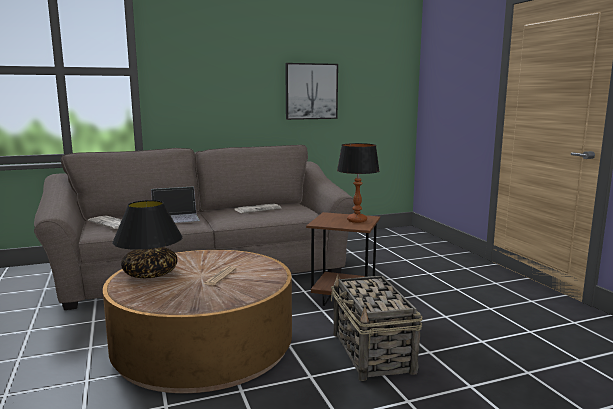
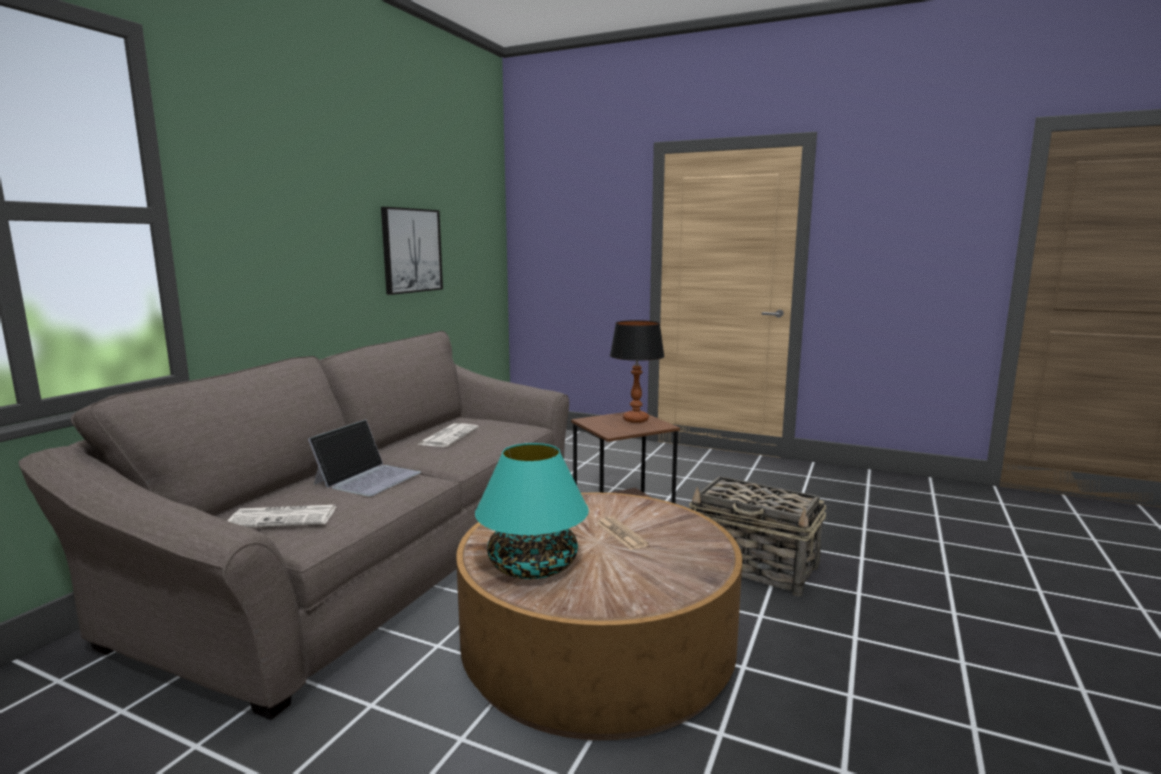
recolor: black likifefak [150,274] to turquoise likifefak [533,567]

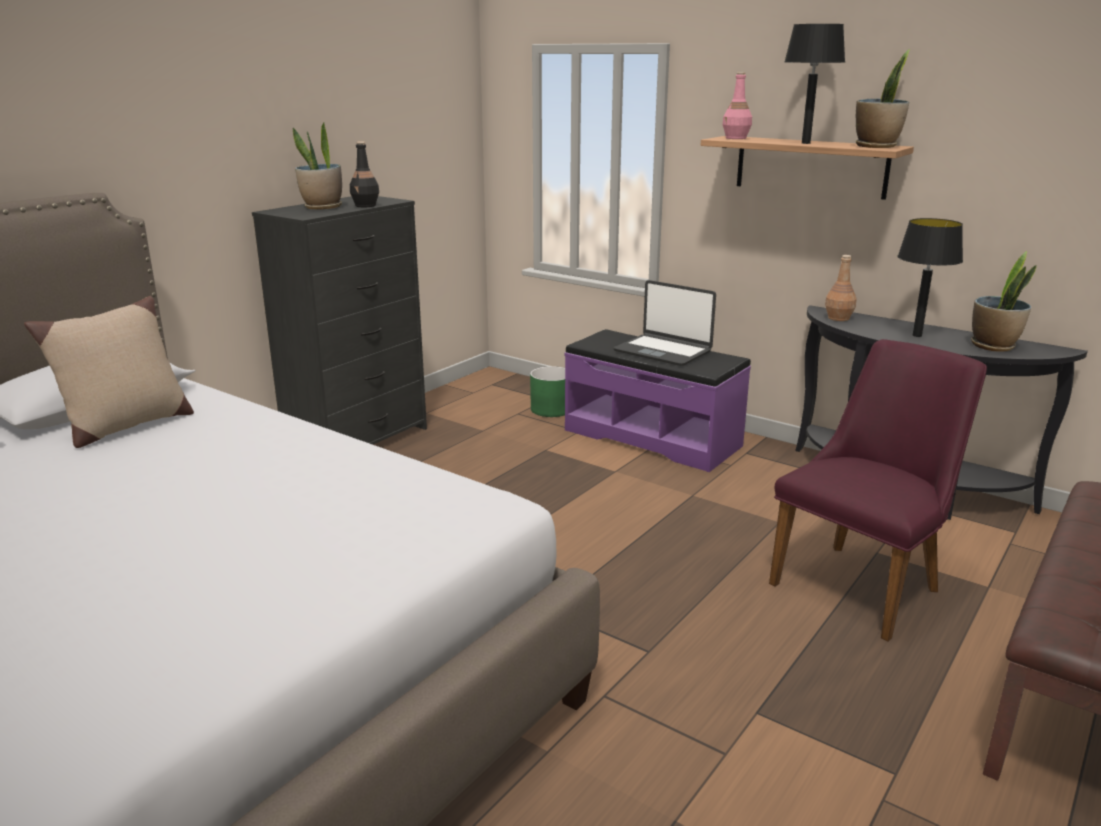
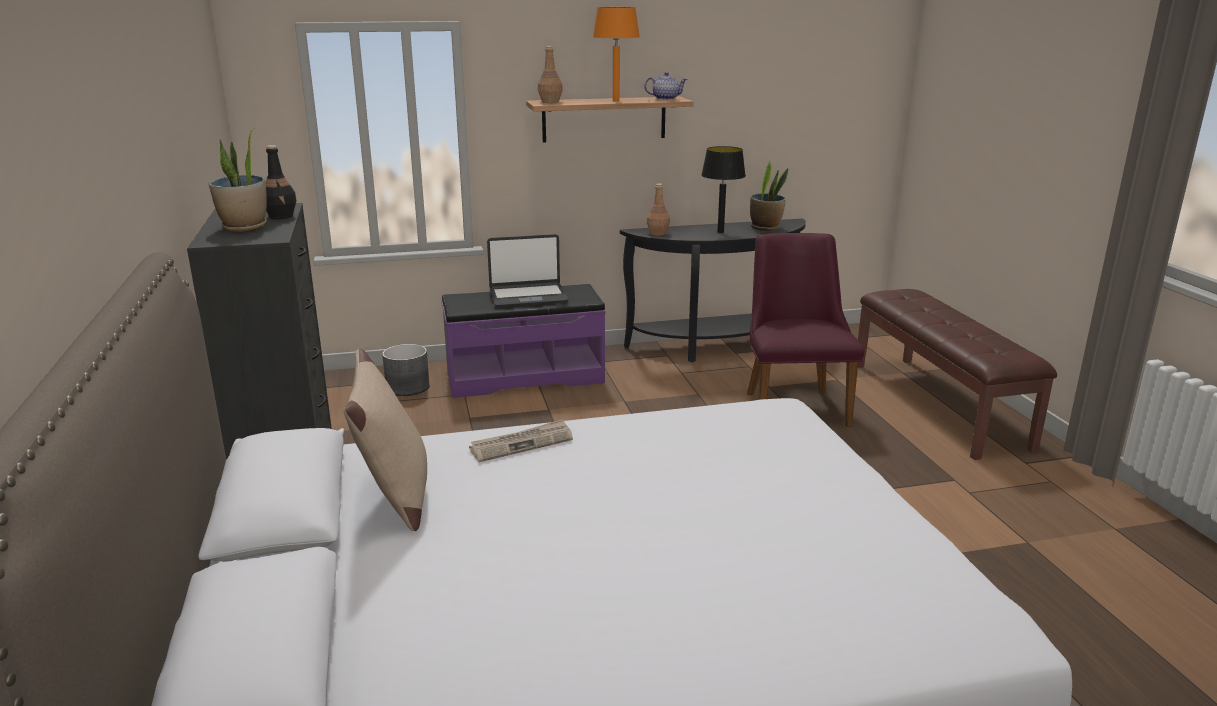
insert: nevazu [522,444]
replace: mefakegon [877,146] to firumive [665,98]
recolor: black likifefak [805,143] to orange likifefak [615,101]; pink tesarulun [736,138] to brown tesarulun [550,102]; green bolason [552,409] to grey bolason [408,387]

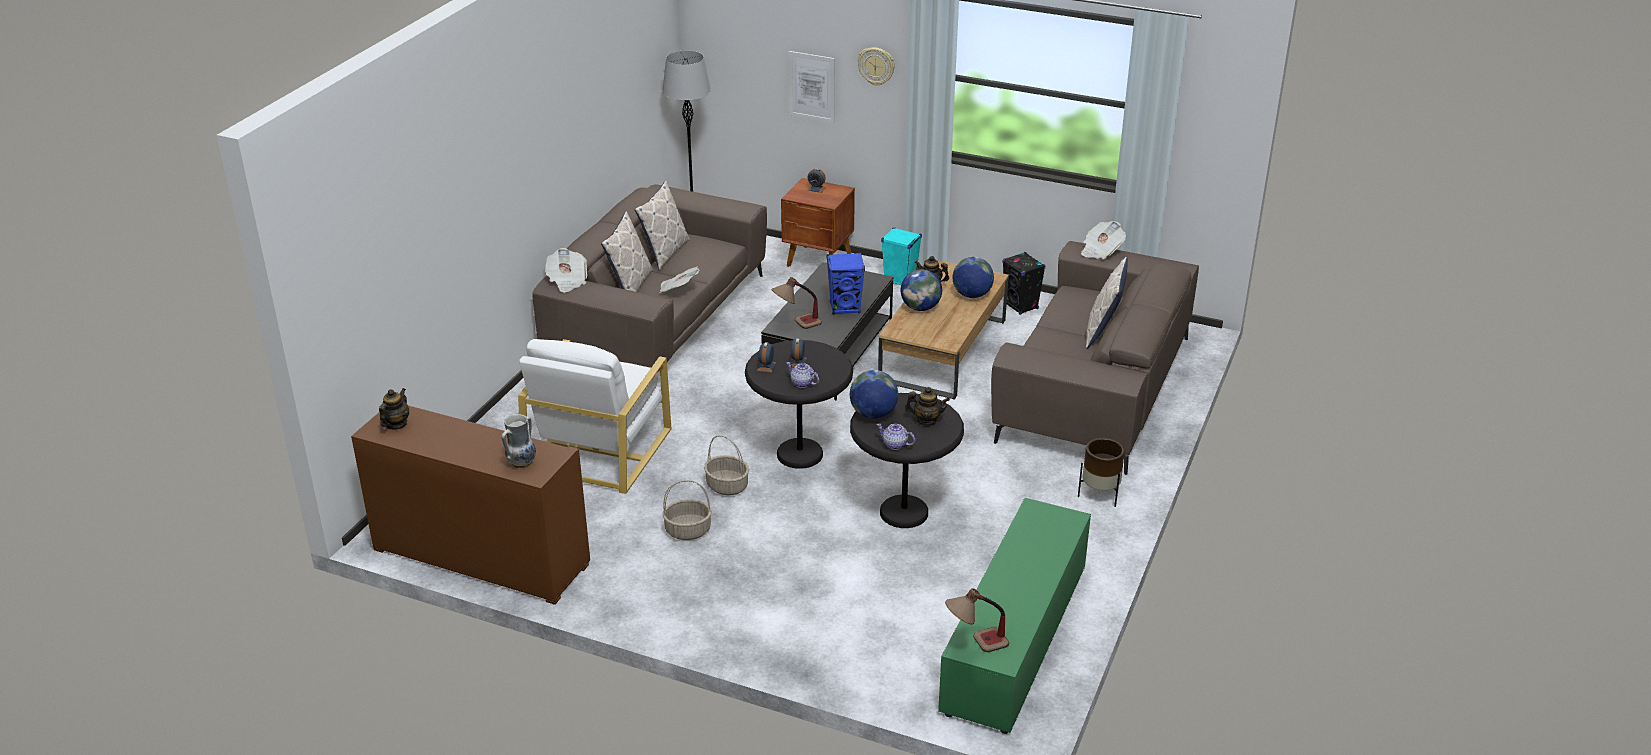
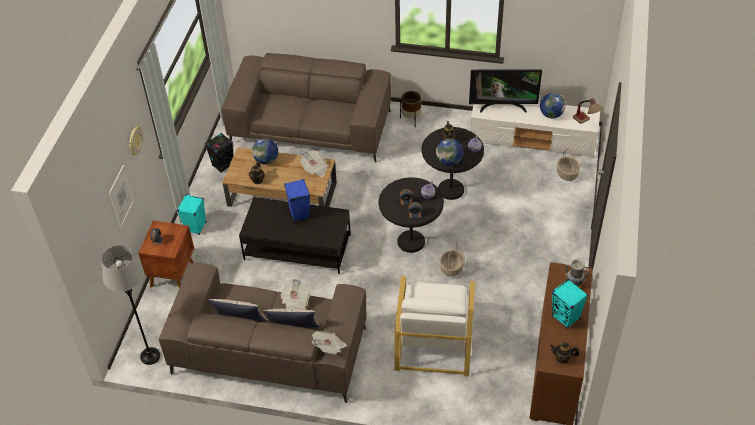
delete: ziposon [1103,332]; likifefak [796,325]
insert: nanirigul [502,106]; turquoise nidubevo [566,317]
move: nevazu [1101,251] to [315,169]; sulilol [920,308] to [551,115]; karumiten [687,531] to [567,174]
recolor: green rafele [1015,640] to white rafele [533,139]
rotate: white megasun [598,449] = [434,340] 90 degrees clockwise

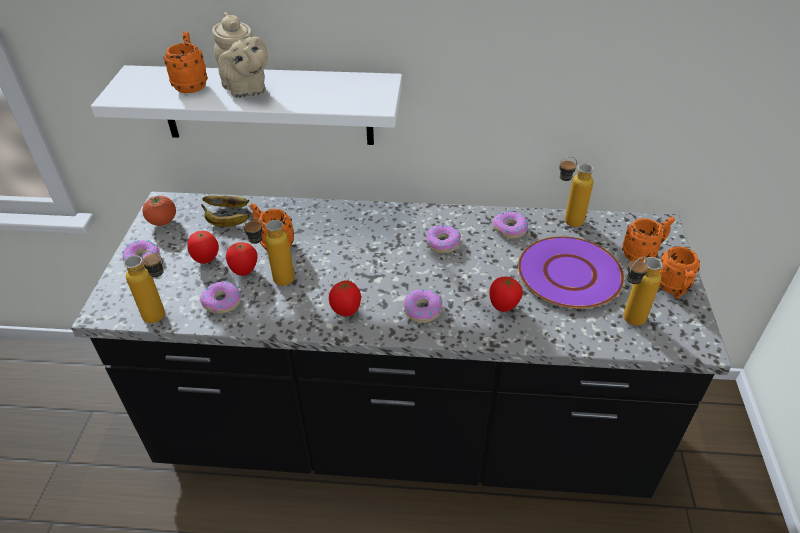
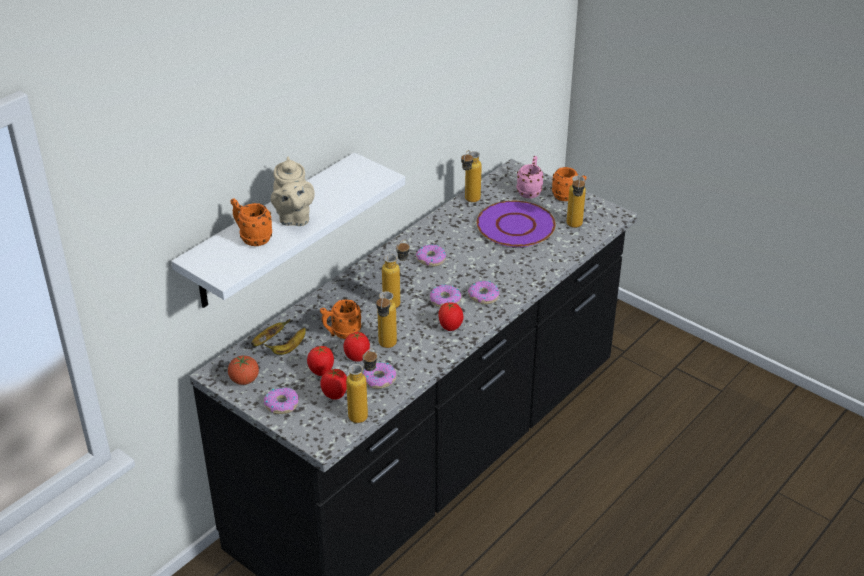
insert: tesarulun [397,301]
move: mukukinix [510,229] to [445,300]; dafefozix [503,307] to [335,395]
recolor: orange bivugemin [643,254] to pink bivugemin [530,191]
rotate: beige firumive [246,90] = [293,218] 75 degrees clockwise

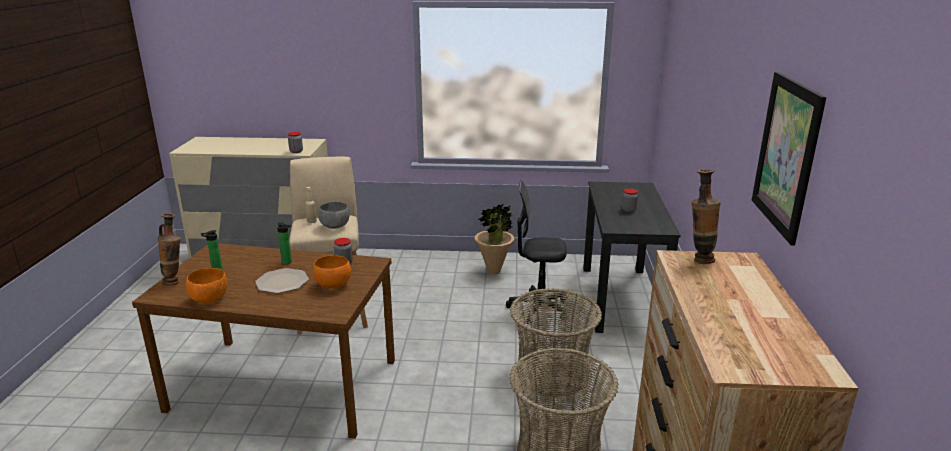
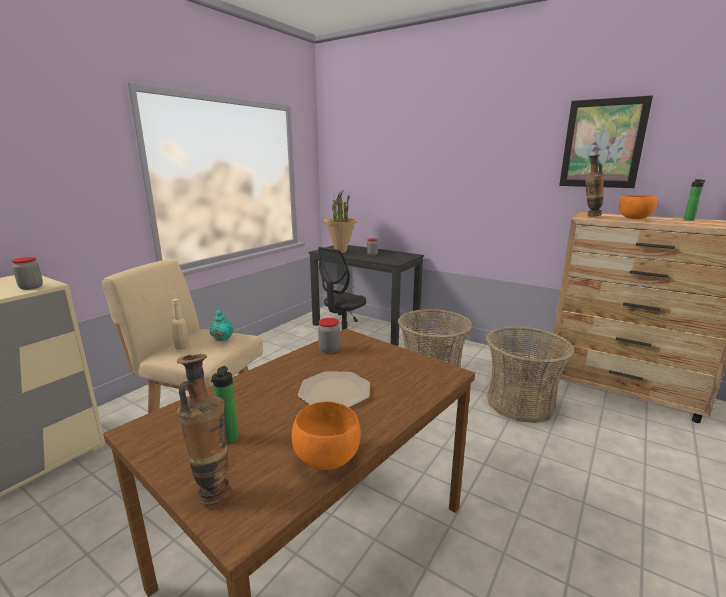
move: mefakegon [494,271] to [340,251]; tesarulun [288,262] to [689,219]; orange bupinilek [332,285] to [634,218]
replace: grey bupinilek [335,226] to turquoise firumive [222,338]

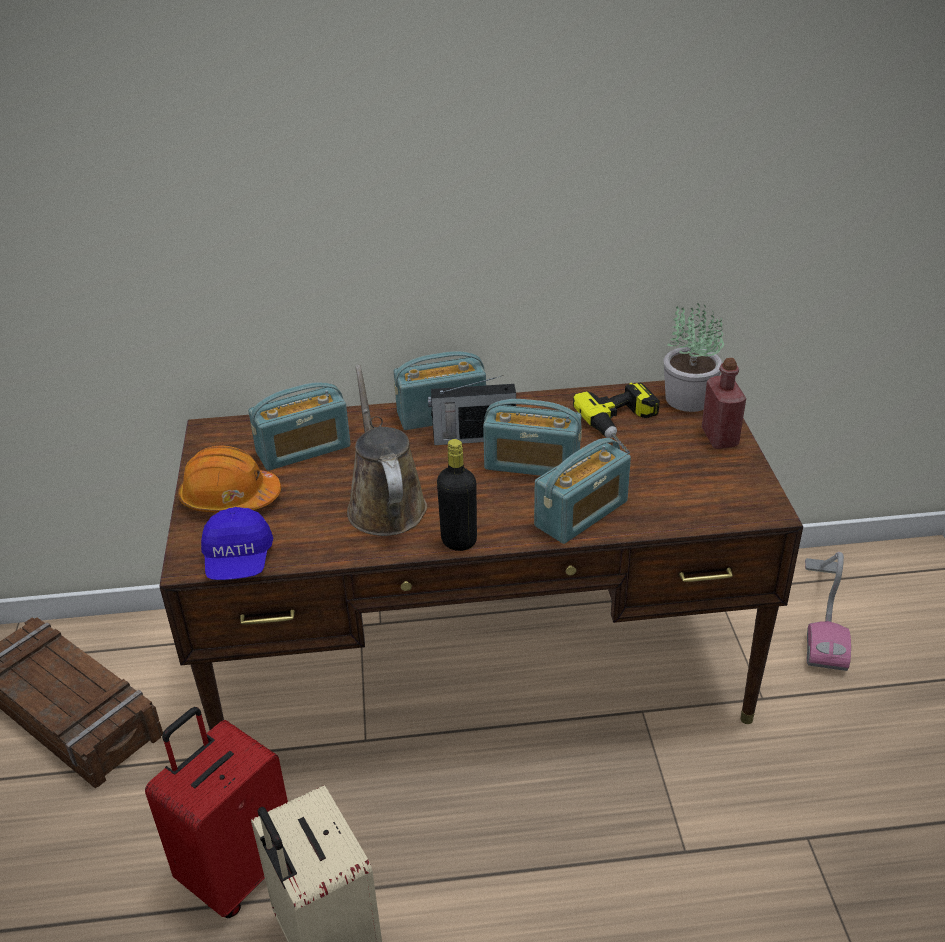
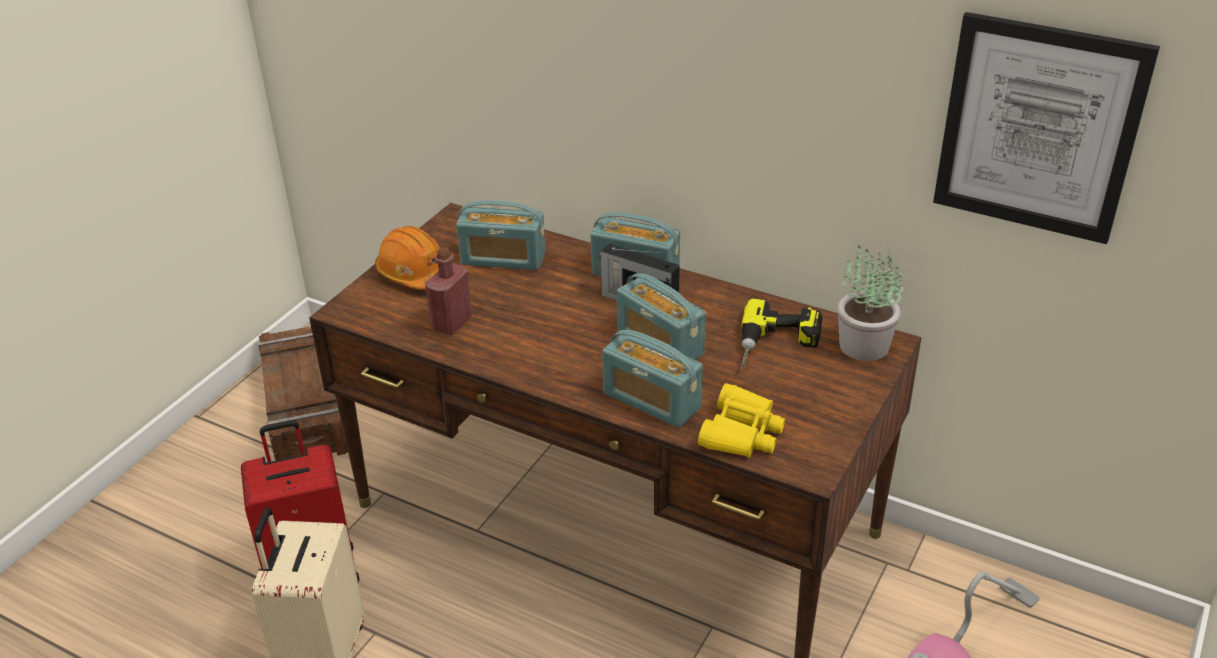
delete: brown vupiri [385,504]; black tesarulun [459,541]; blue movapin [238,561]
insert: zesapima [1038,128]; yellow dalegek [741,433]
move: red tesarulun [719,437] to [451,323]
rotate: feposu [581,514] = [651,401] 45 degrees clockwise

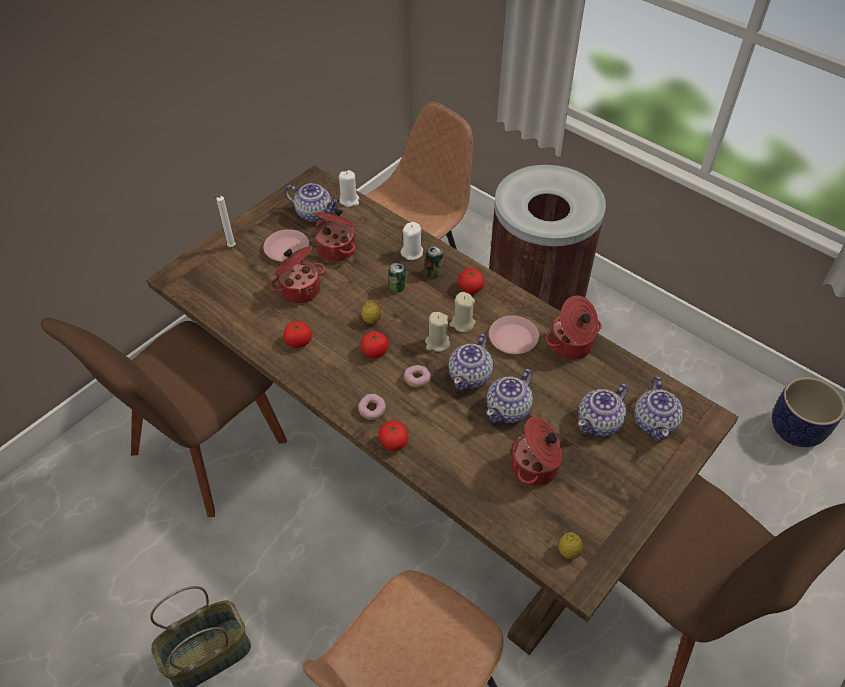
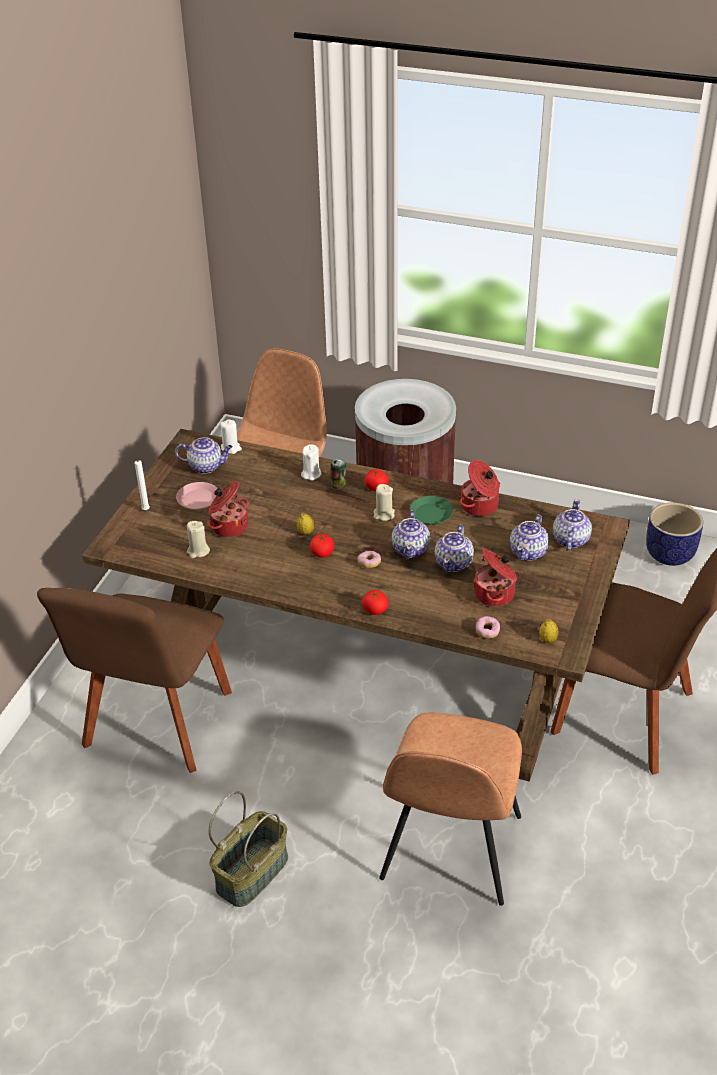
delete: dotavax [337,249]; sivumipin [397,288]; dafefozix [298,341]
move: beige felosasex [437,343] to [198,551]; mukukinix [372,410] to [487,631]
recolor: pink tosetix [513,338] to green tosetix [431,514]
rotate: firumive [655,422] = [570,540] 150 degrees counterclockwise

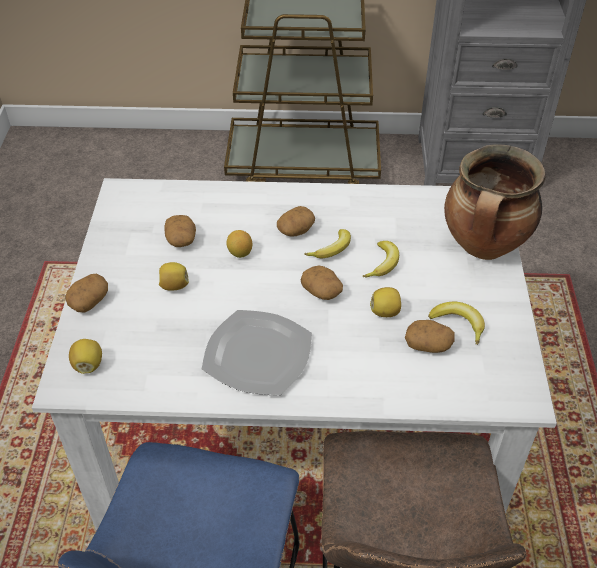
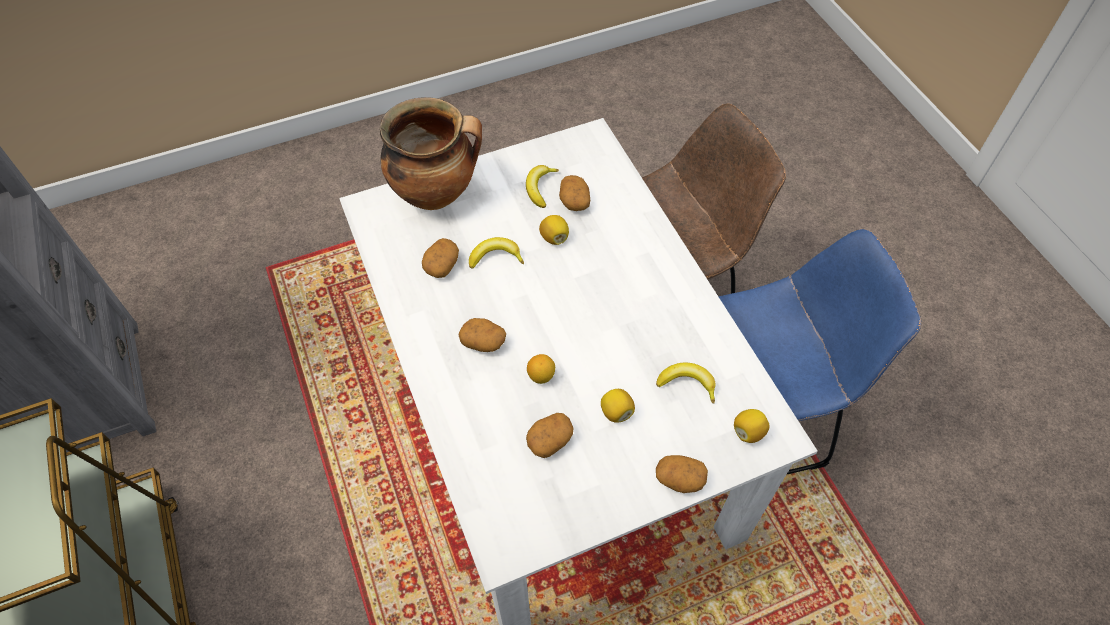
delete: tosetix [257,354]
move: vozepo [332,249] to [687,383]; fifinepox [322,291] to [441,265]

